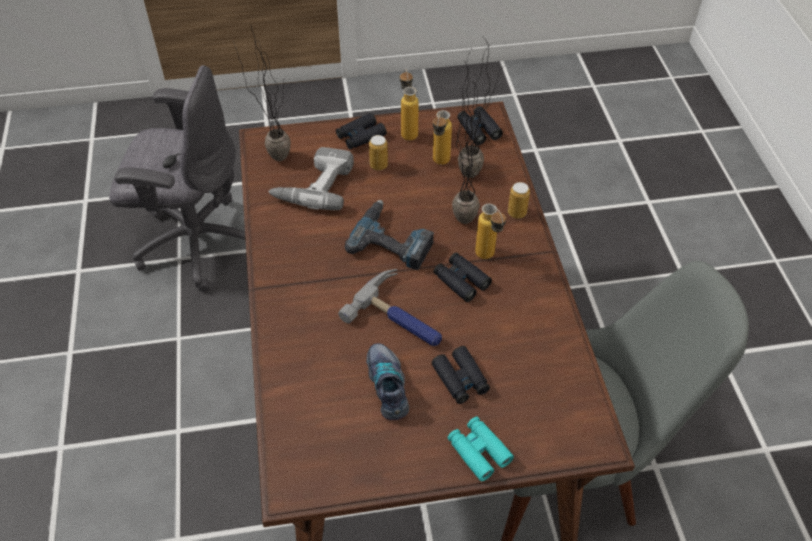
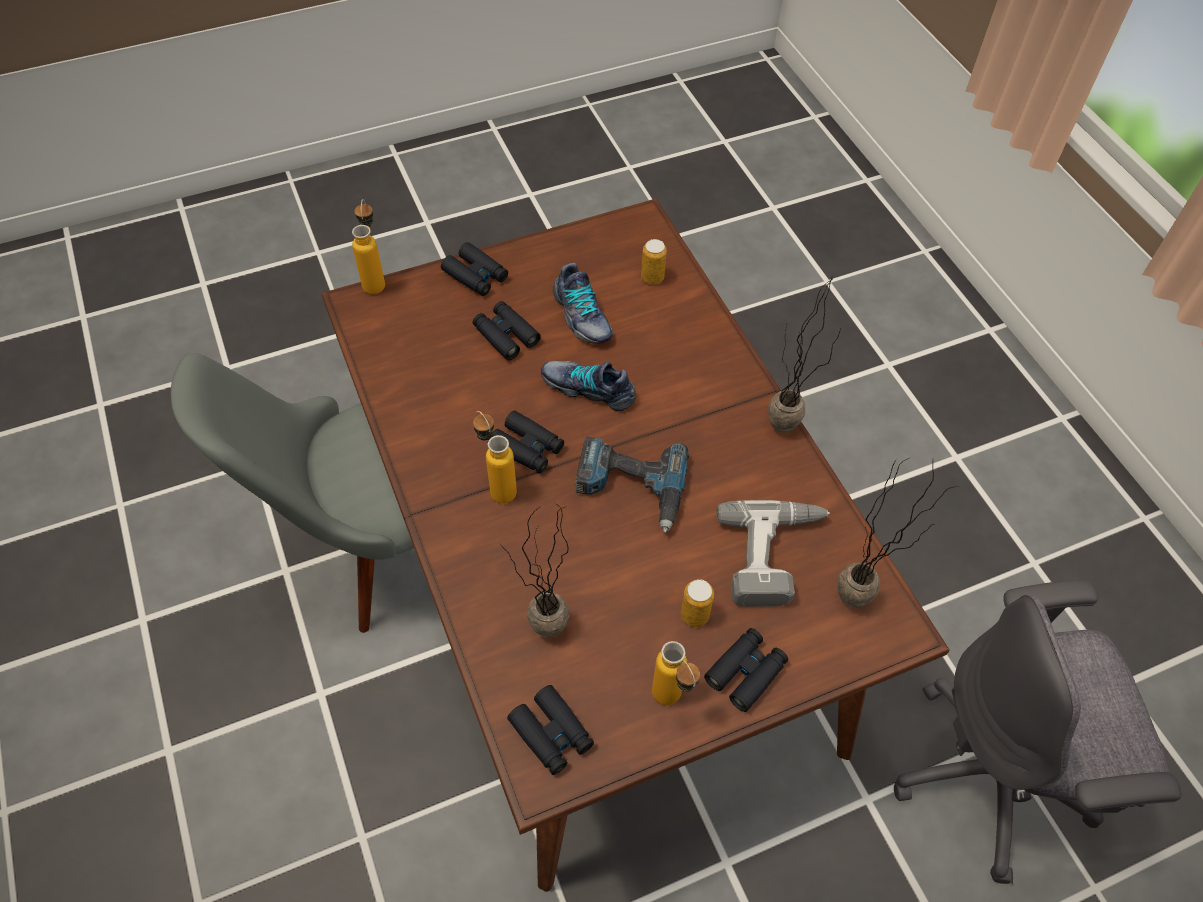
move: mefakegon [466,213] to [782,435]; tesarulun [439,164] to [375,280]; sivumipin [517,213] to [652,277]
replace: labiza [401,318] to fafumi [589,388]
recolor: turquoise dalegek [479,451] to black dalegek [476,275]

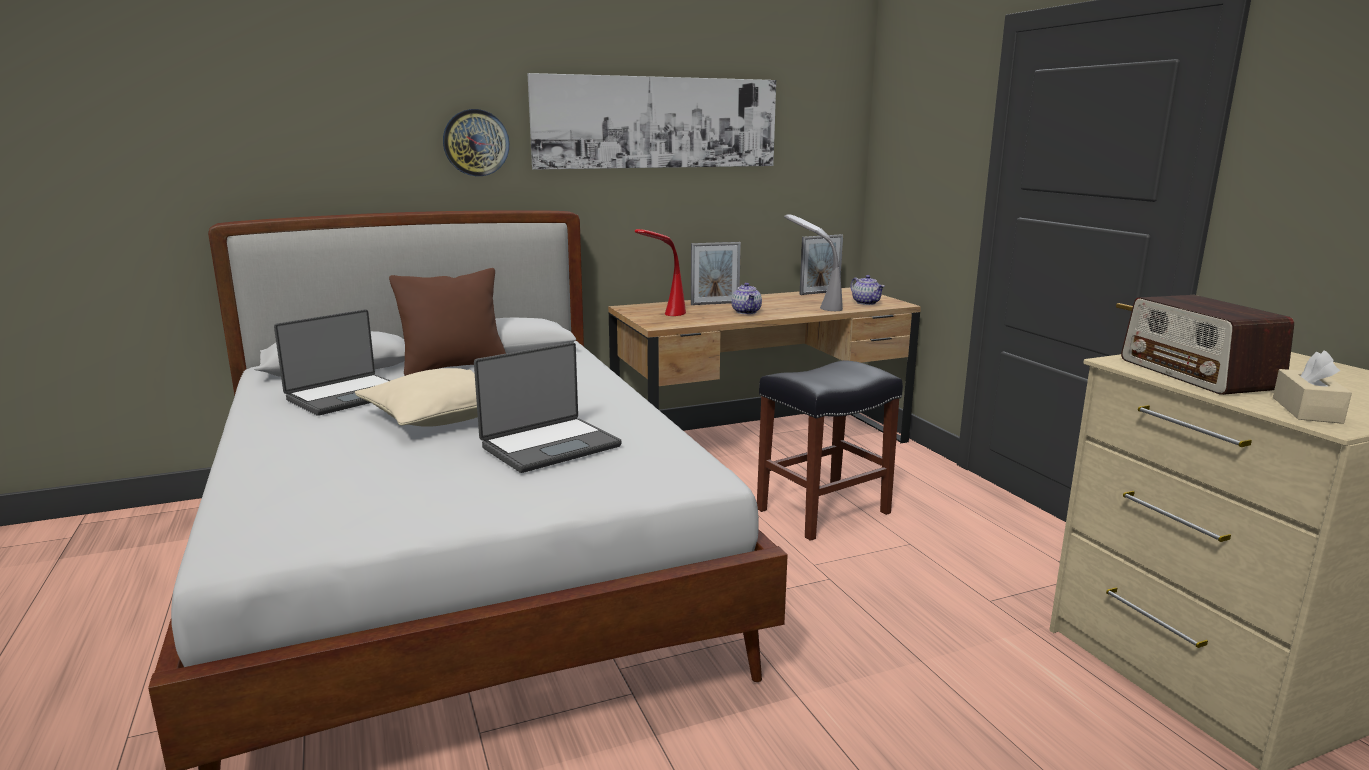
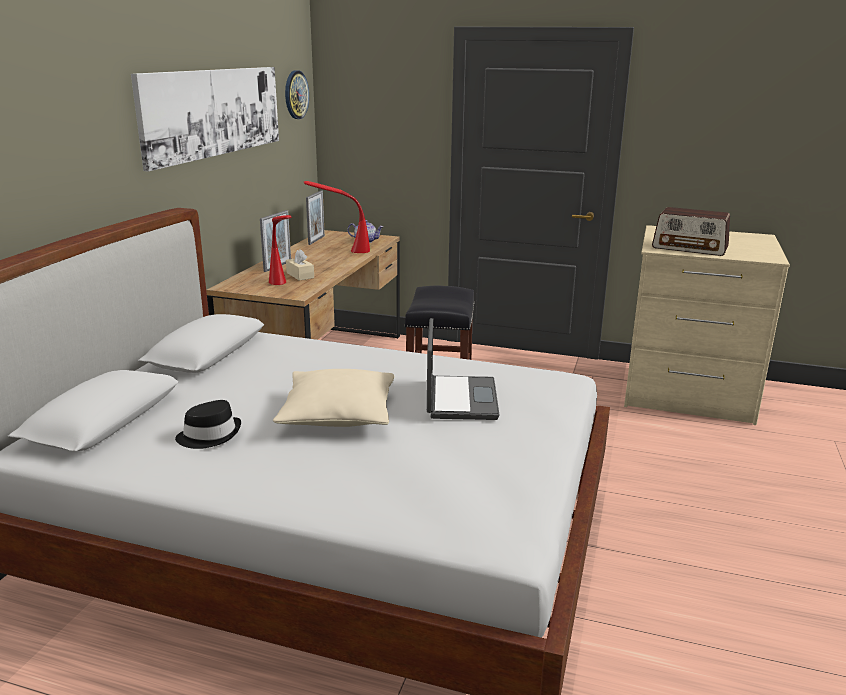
delete: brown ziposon [454,366]; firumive [746,312]
move: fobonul [476,142] to [296,94]; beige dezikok [1306,410] to [300,275]
replace: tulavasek [347,396] to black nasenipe [210,435]
recolor: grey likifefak [810,304] to red likifefak [338,251]

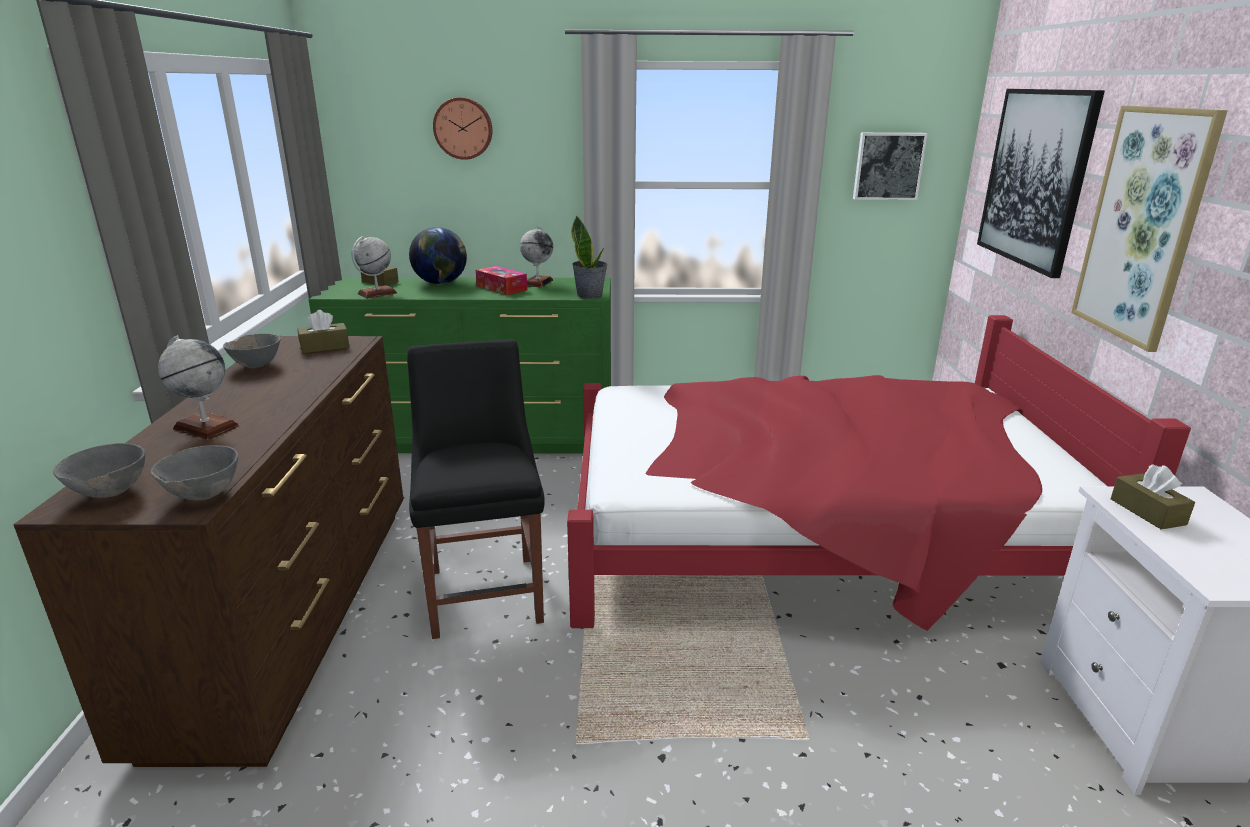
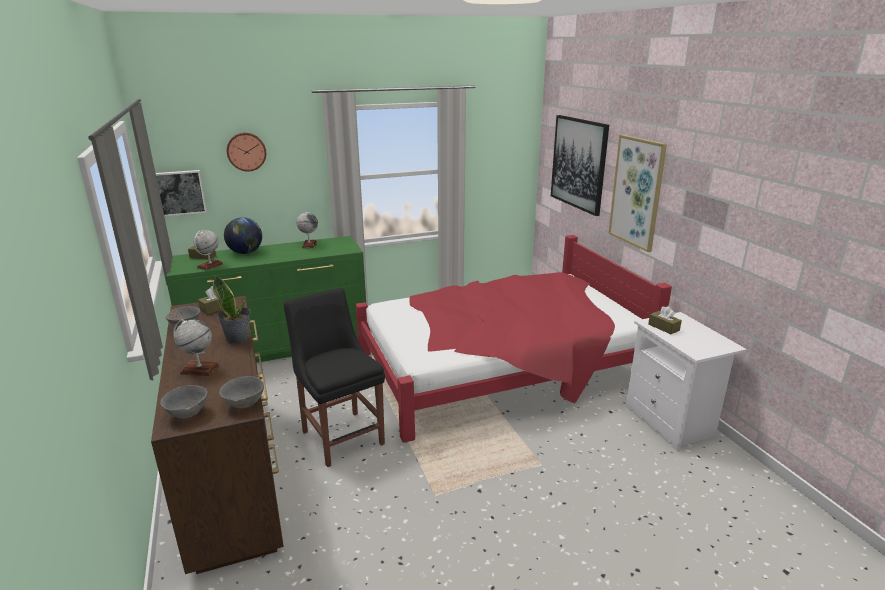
delete: dezikok [501,288]
move: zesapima [888,166] to [180,192]; mefakegon [590,295] to [238,338]

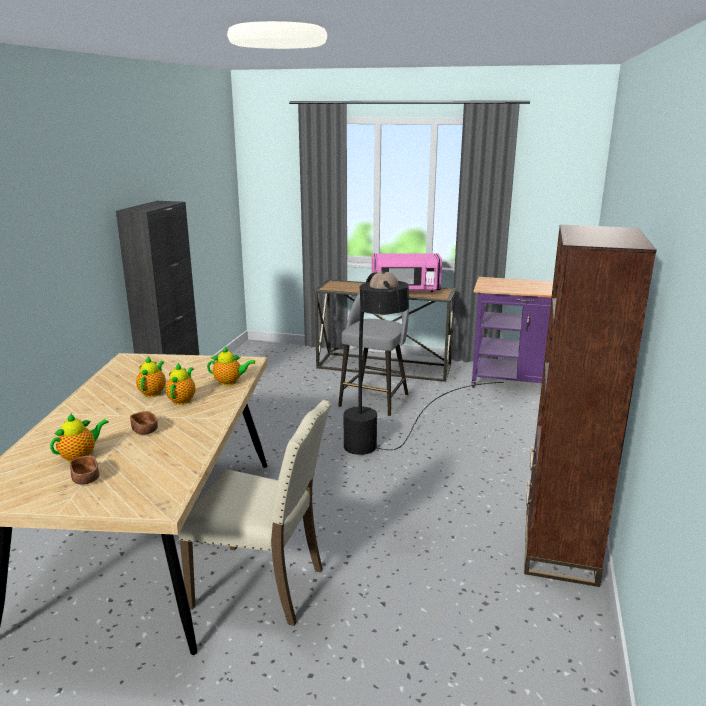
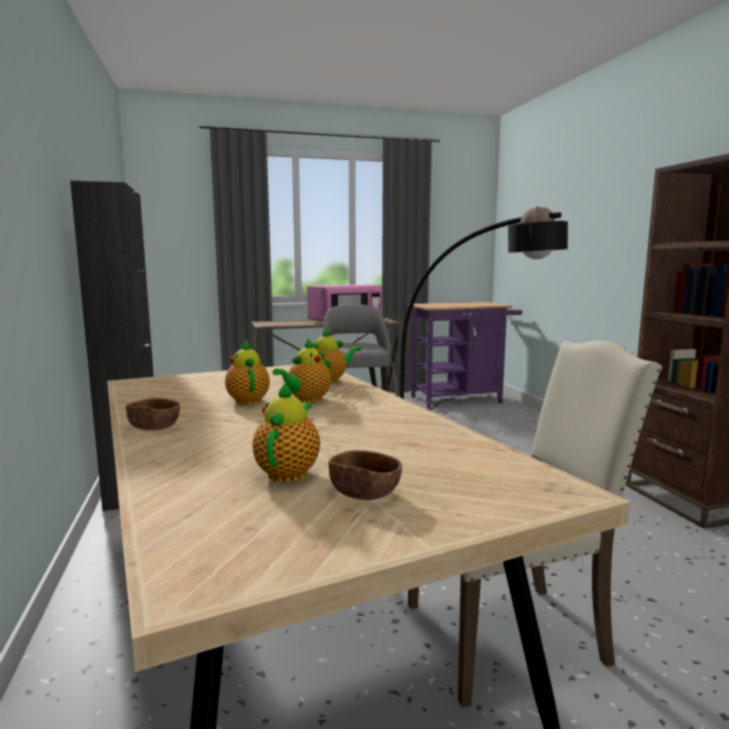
move: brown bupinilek [145,431] to [154,427]
rotate: firumive [182,400] = [307,400] 120 degrees counterclockwise

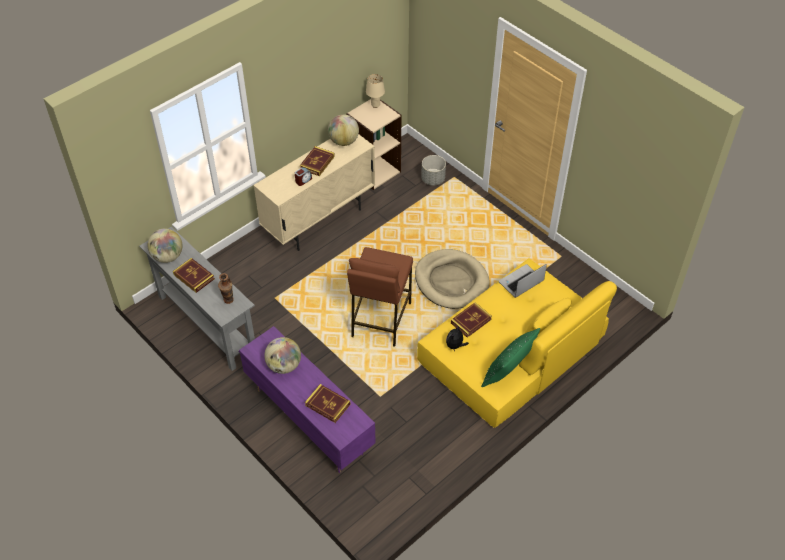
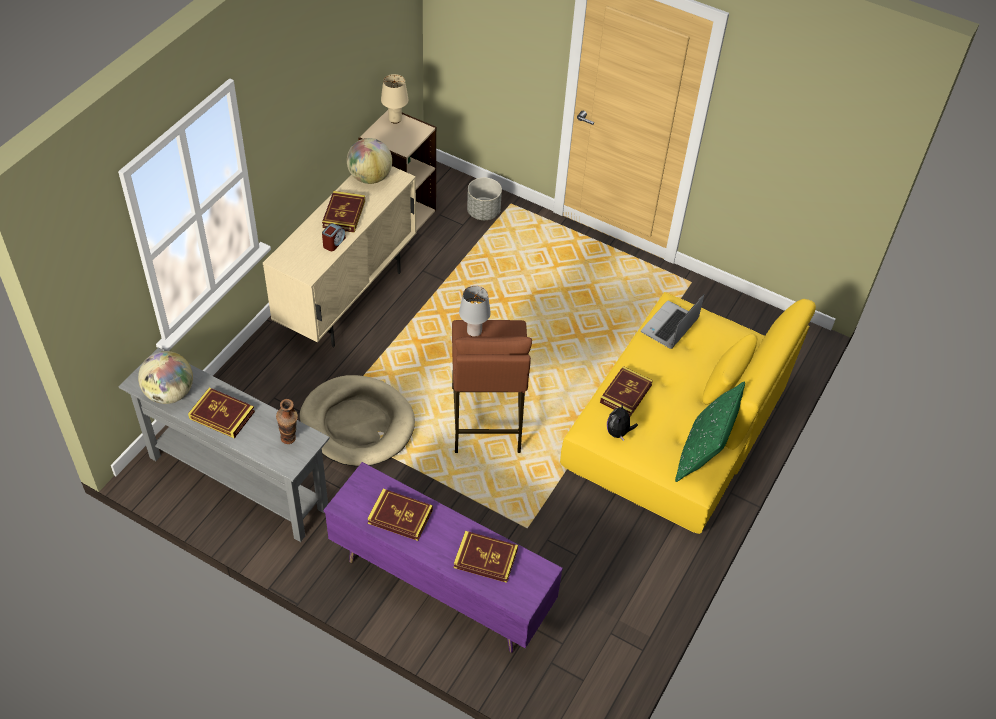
insert: grey likifefak [474,332]
move: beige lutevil [451,281] to [357,424]
replace: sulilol [284,366] to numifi [400,516]

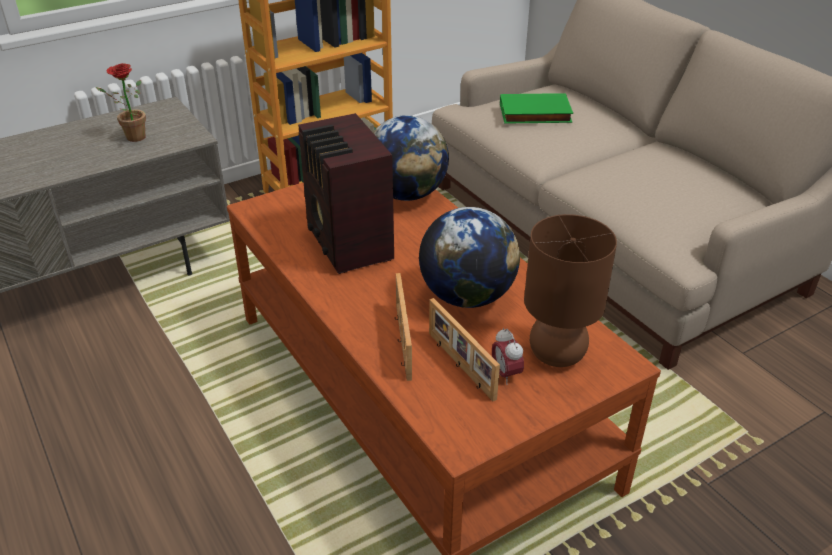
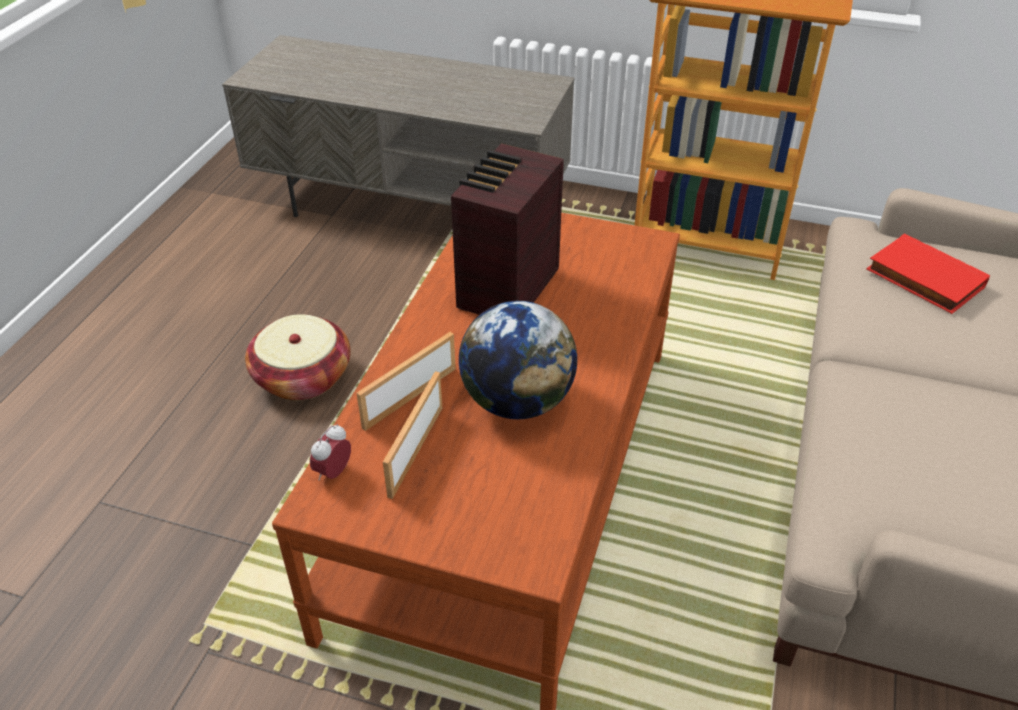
delete: mefakegon [131,137]; sulilol [407,194]; brown likifefak [557,354]
insert: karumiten [303,377]
move: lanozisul [506,374] to [333,472]
recolor: green numifi [534,114] to red numifi [922,279]

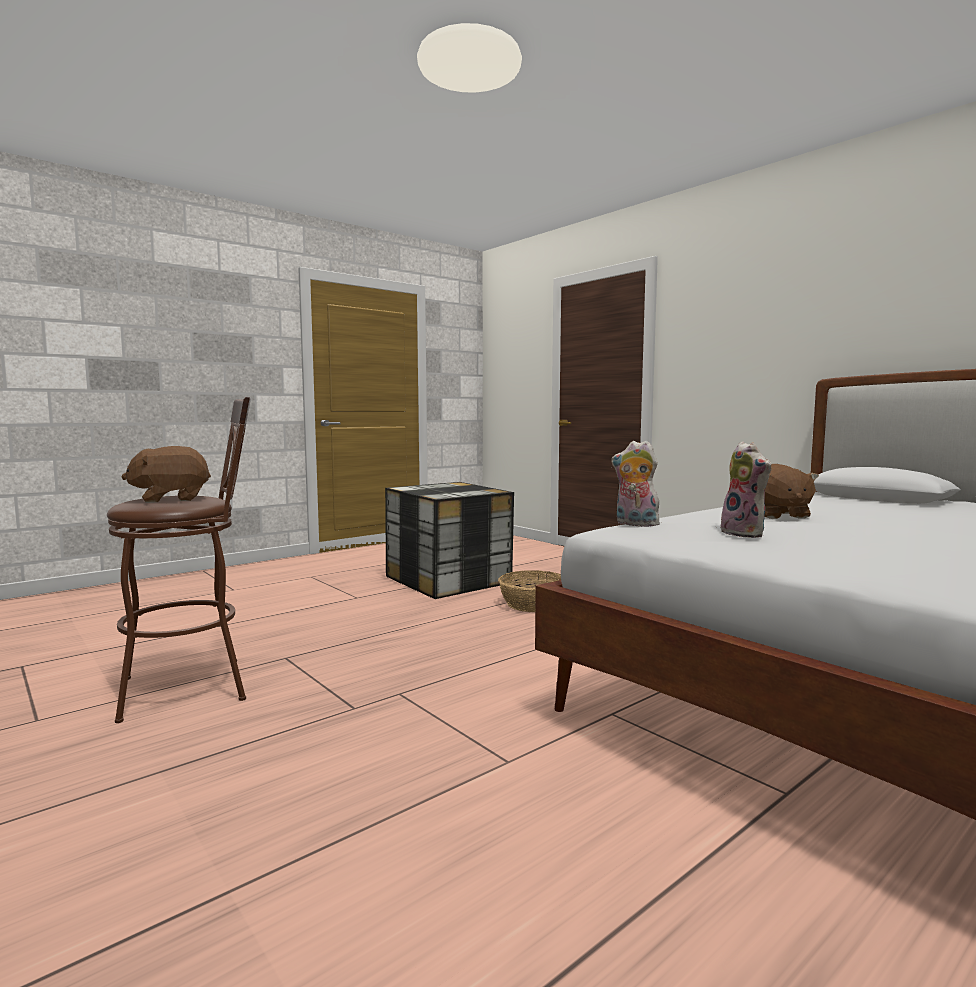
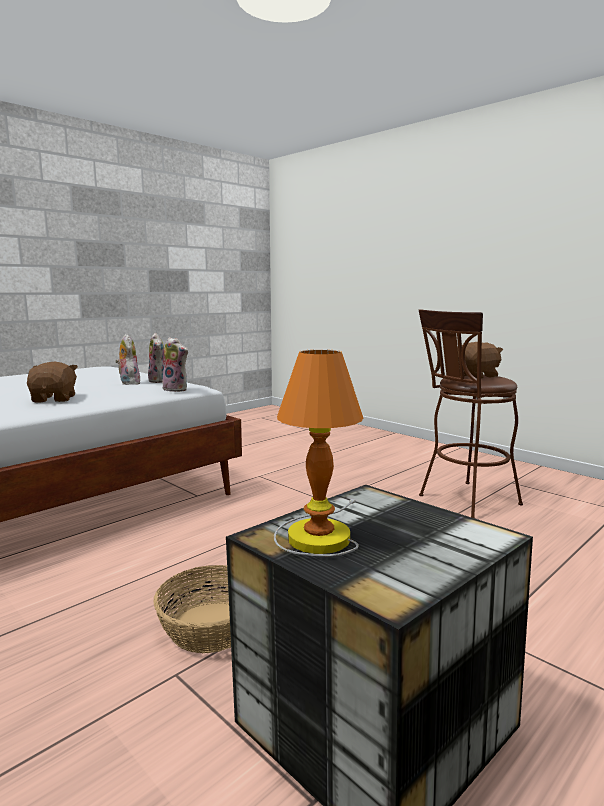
insert: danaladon [159,381]; likifefak [318,535]

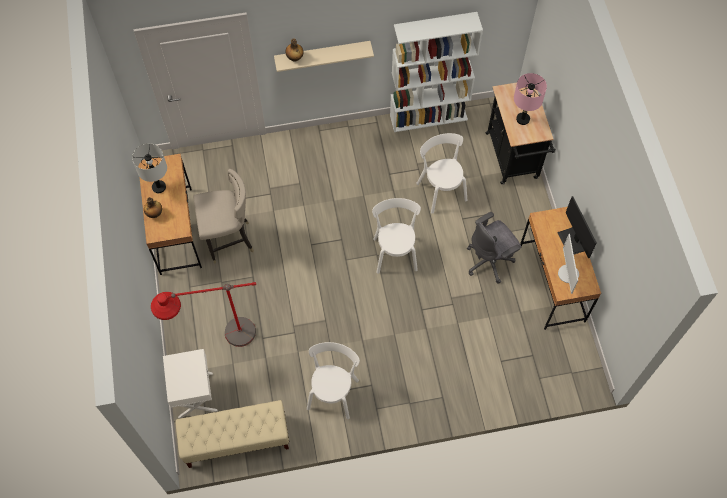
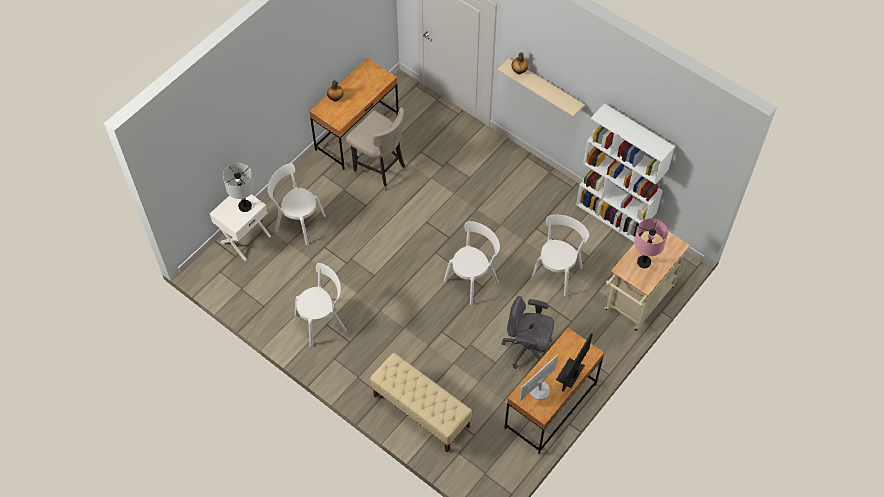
move: grey likifefak [159,187] to [245,206]; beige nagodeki [236,441] to [421,411]
replace: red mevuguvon [219,341] to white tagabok [298,222]
recolor: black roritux [513,159] to beige roritux [636,302]

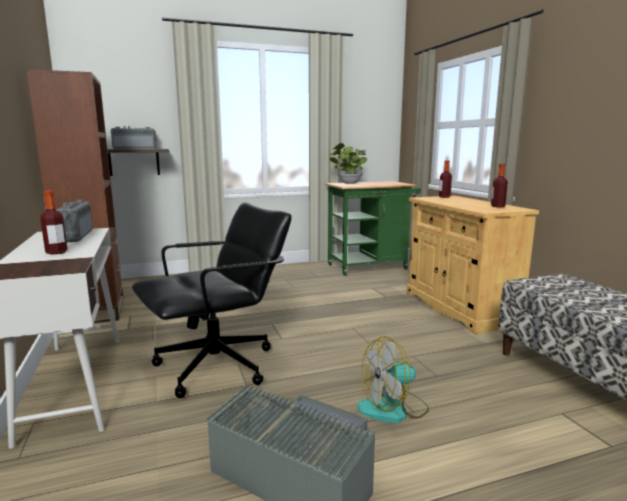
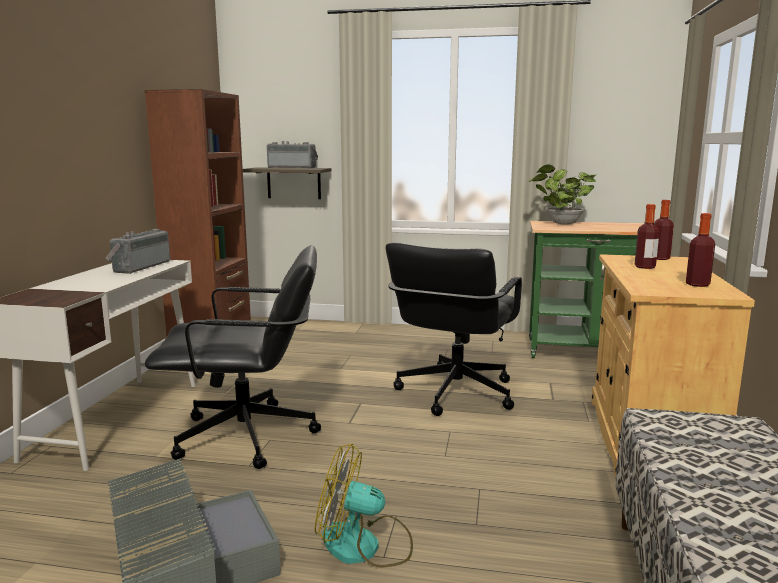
insert: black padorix [454,393]
move: tesarulun [56,252] to [644,267]

